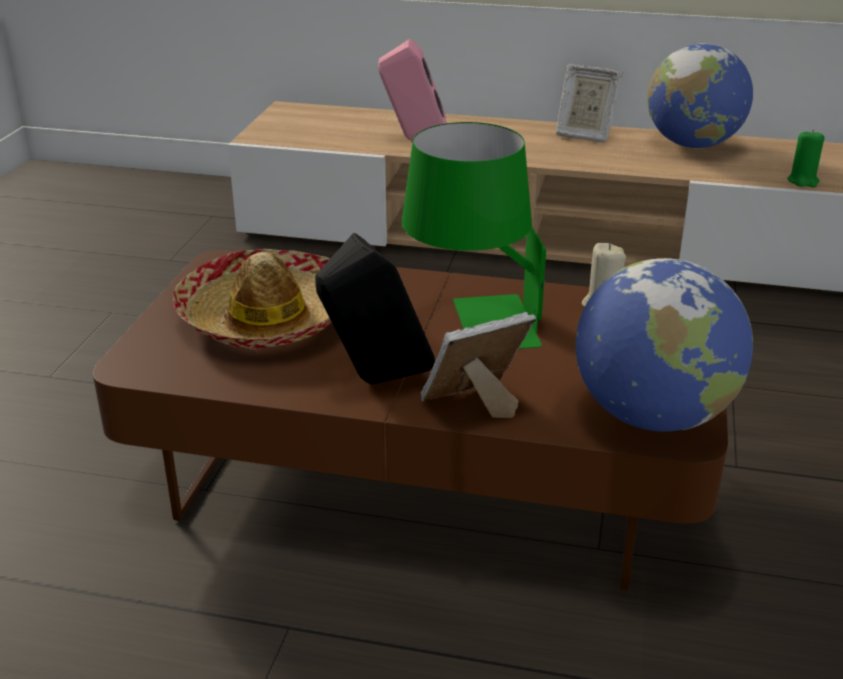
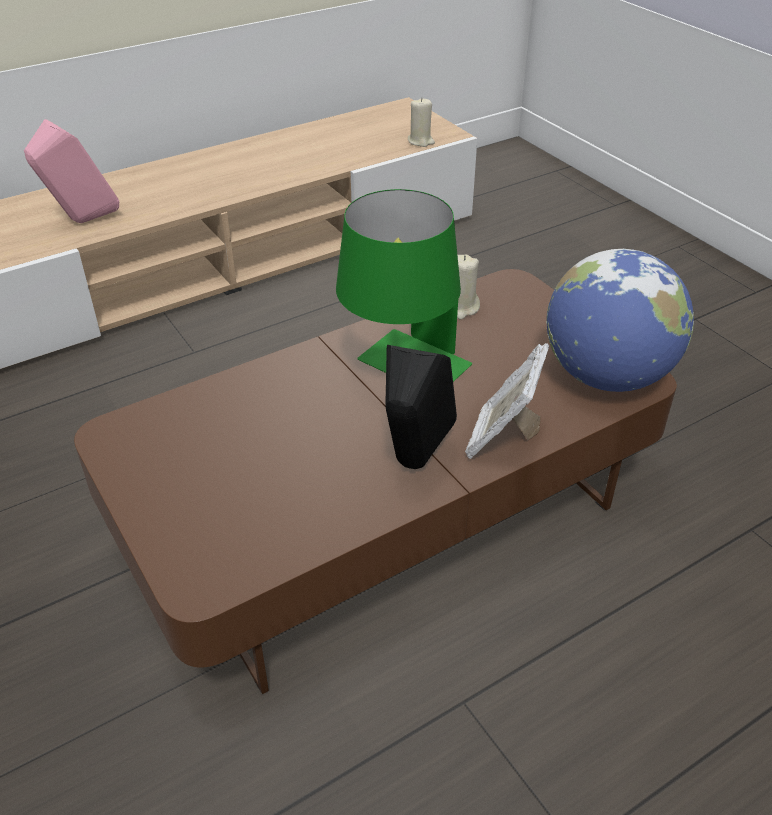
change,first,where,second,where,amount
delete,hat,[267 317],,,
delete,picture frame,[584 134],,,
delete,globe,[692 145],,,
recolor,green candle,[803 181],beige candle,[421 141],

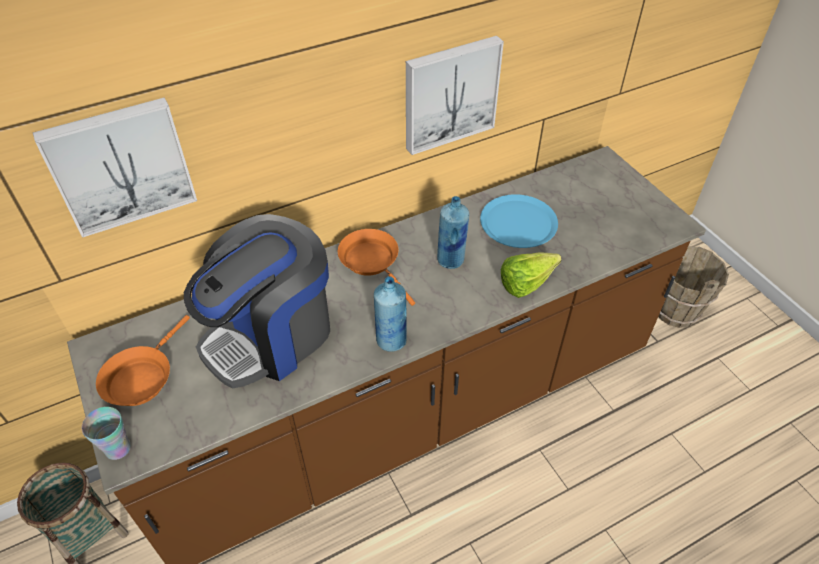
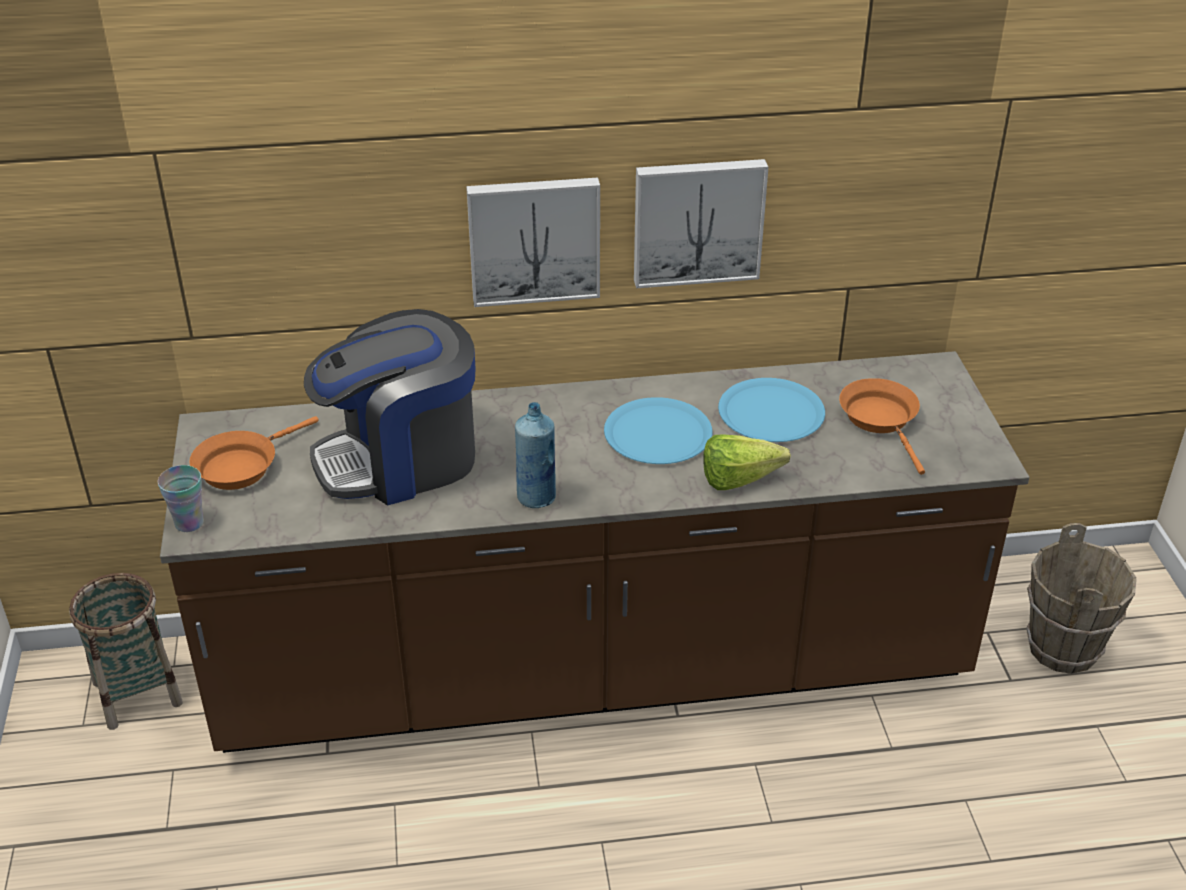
change,first,where,second,where,amount
move,picture,[120 165],,[534 239],
move,orange frying pan,[372 262],,[881 420],
replace,blue bottle,[451 260],blue plate,[658 433],

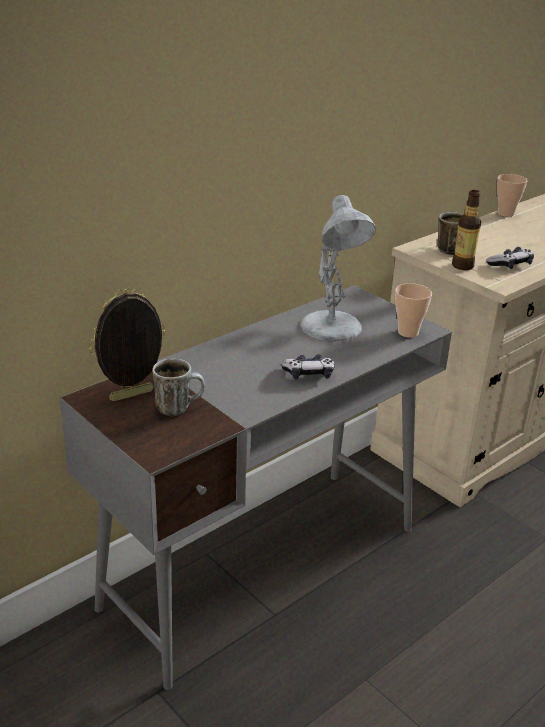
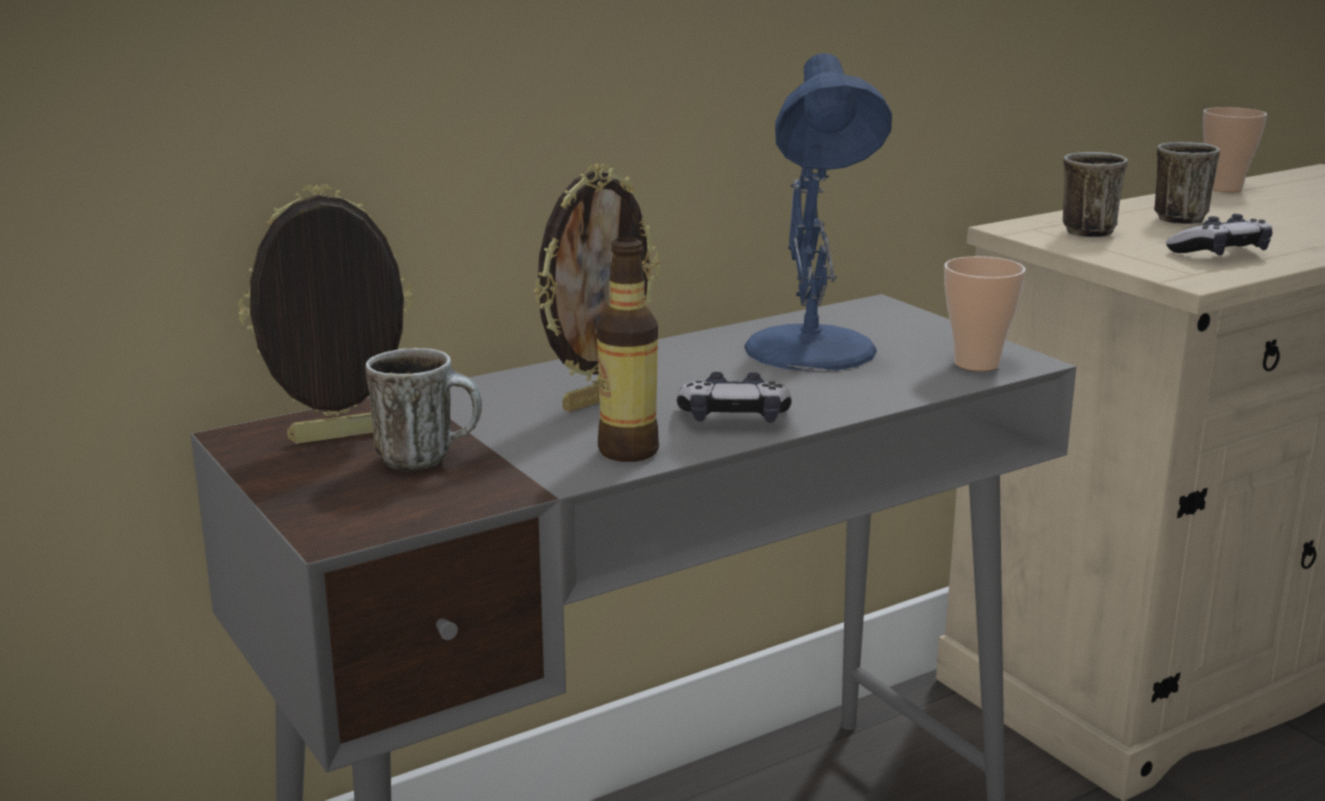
change,first,where,second,where,amount
recolor,white table lamp,[332 327],blue table lamp,[812 351],
move,bottle,[462 266],,[628 451],
insert,,,picture frame,[597 400],
insert,,,mug,[1178 217],

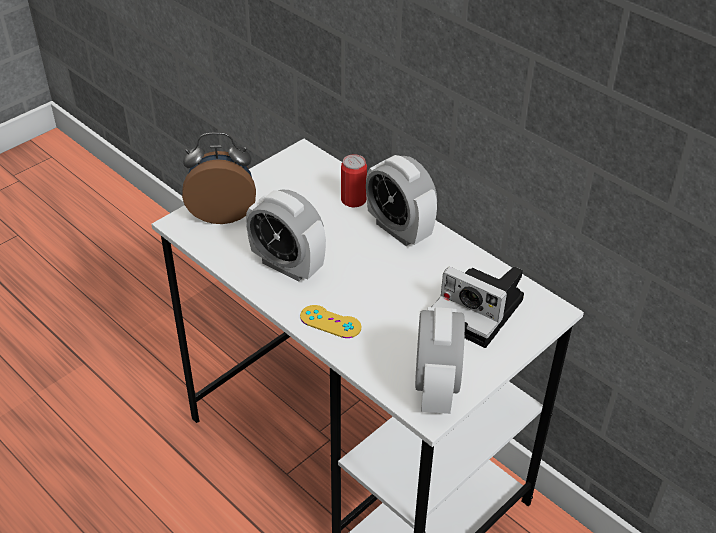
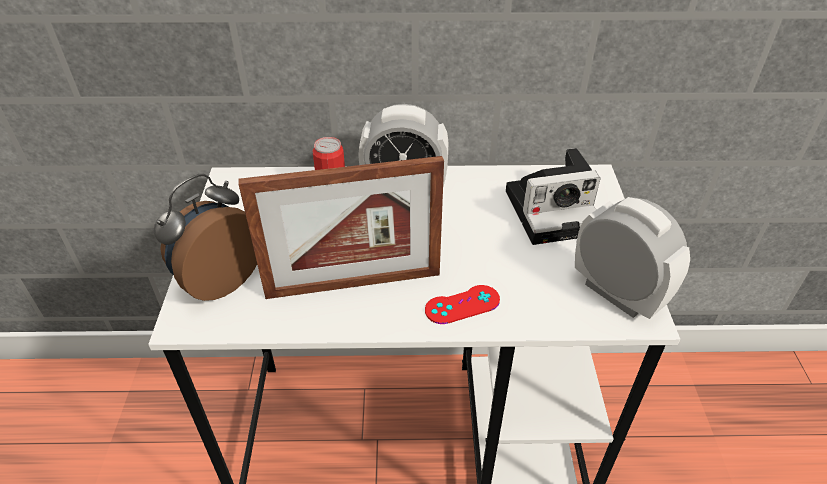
change,first,where,second,where,amount
replace,alarm clock,[287 265],picture frame,[353 284],
recolor,yellow game controller,[330 322],red game controller,[462 305],

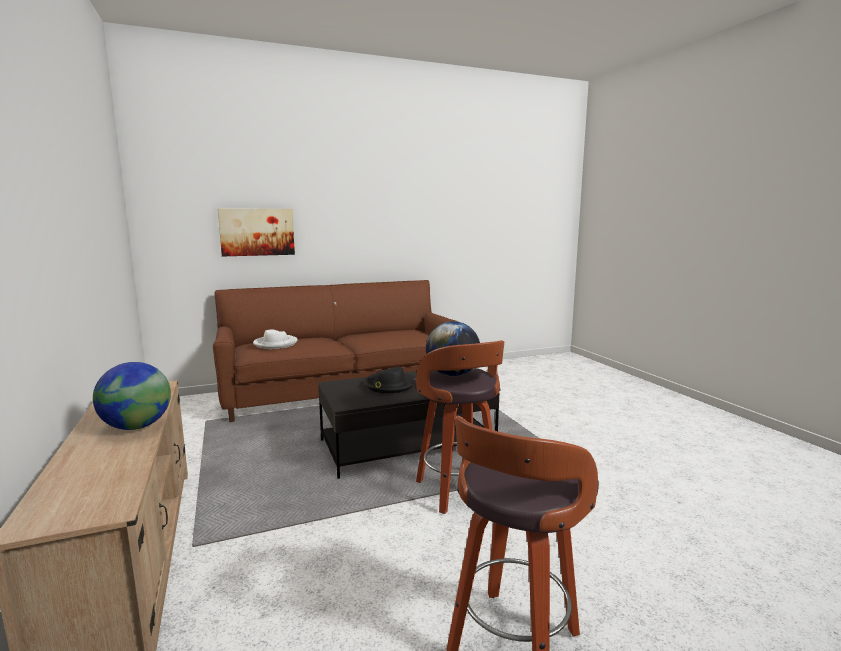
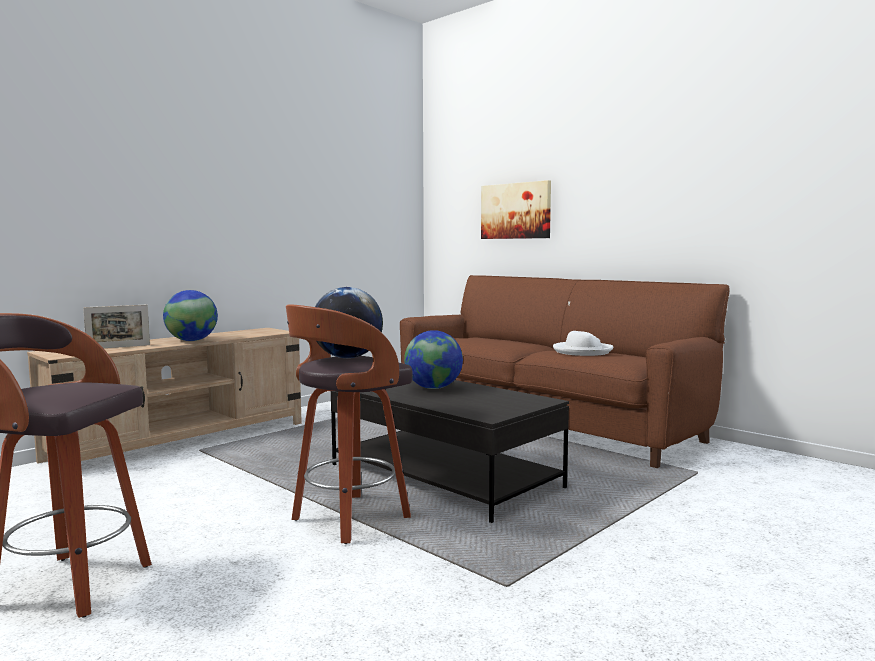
change,first,where,second,where,amount
move,white hat,[275 344],,[582 351],
replace,black hat,[389 385],globe,[433 388],
insert,,,picture frame,[118 347],

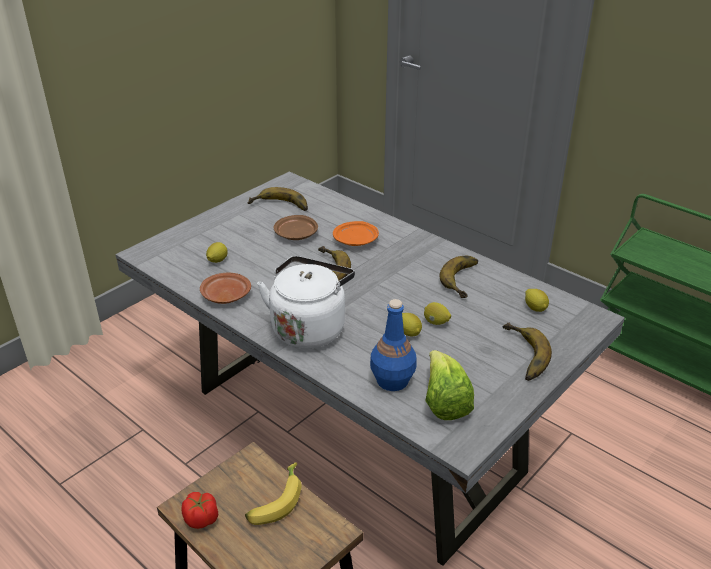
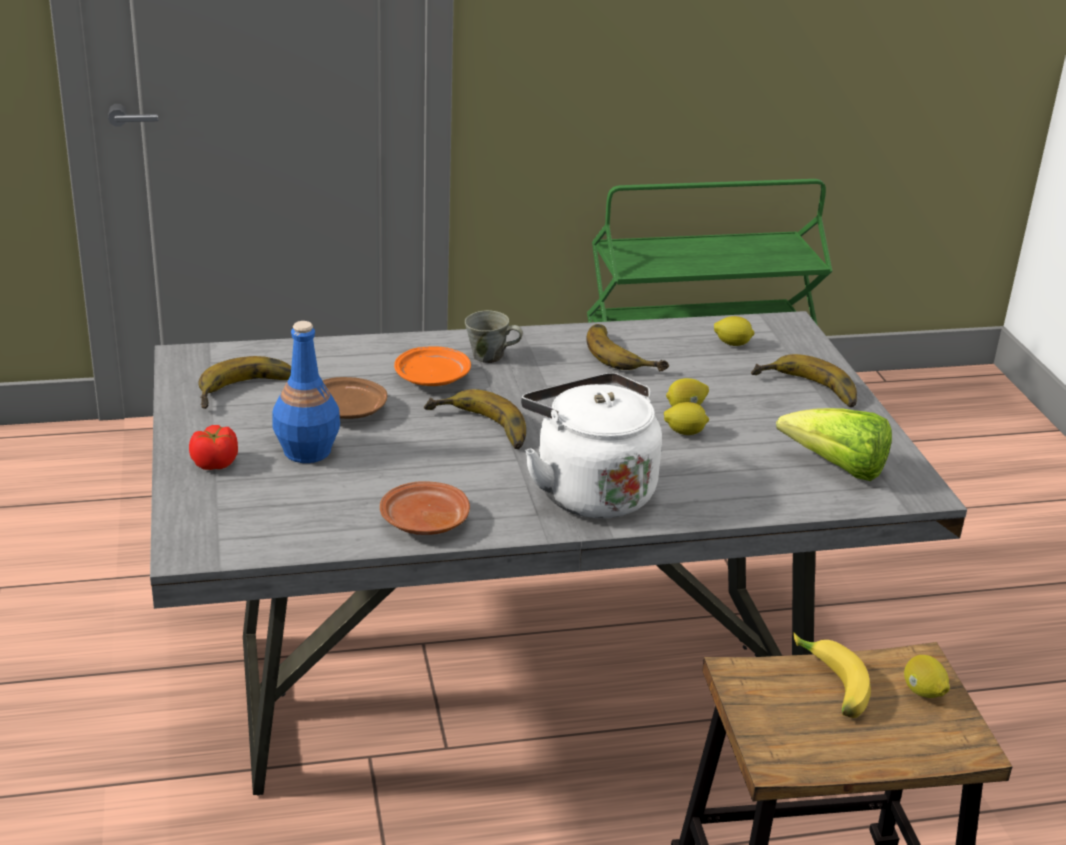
change,first,where,second,where,amount
move,tomato,[201 519],,[215 463],
move,lemon,[217 261],,[923 692],
move,blue bottle,[392 381],,[307 452],
insert,,,grey mug,[490 356],

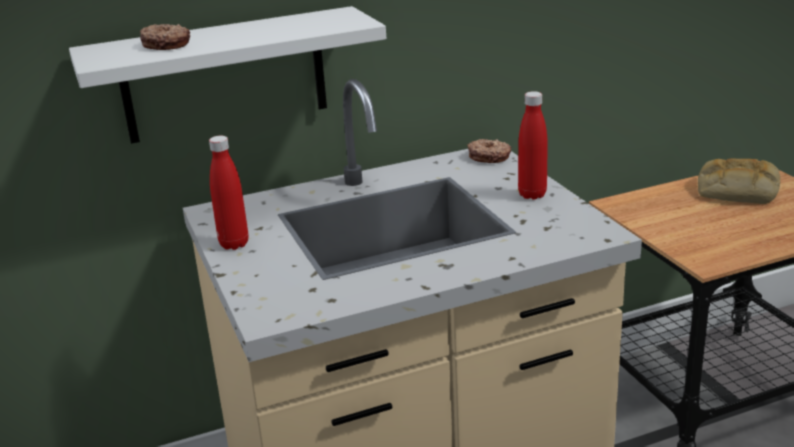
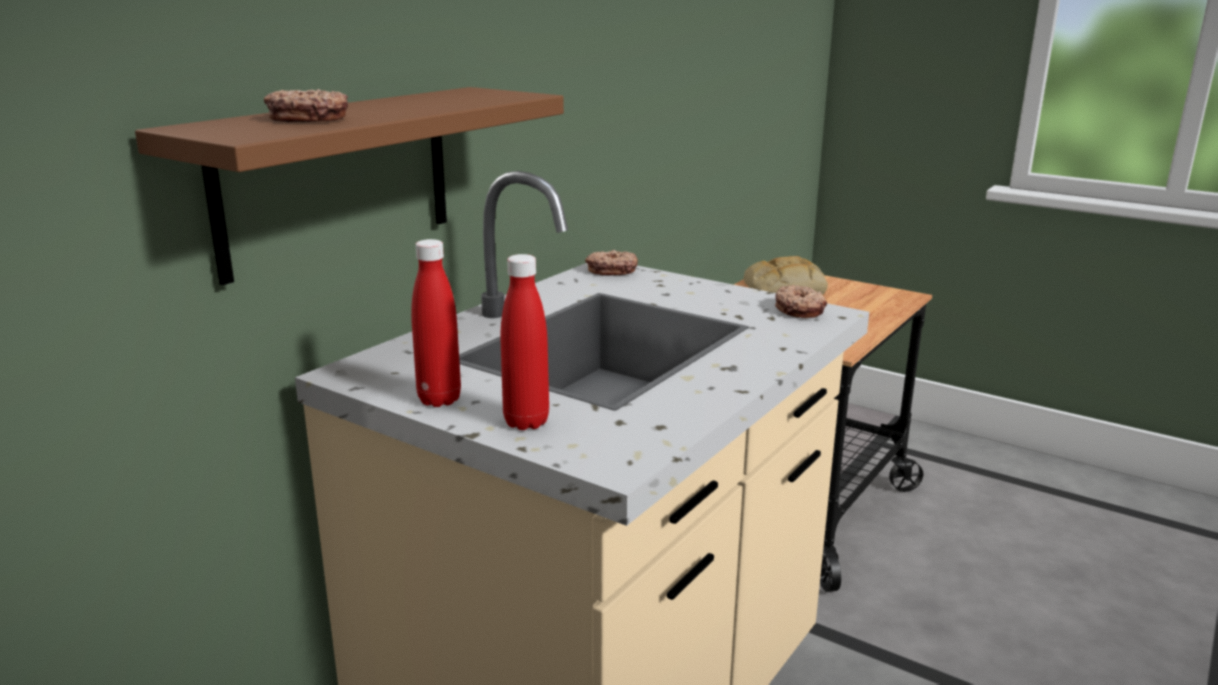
change,first,where,second,where,amount
recolor,white shelf,[224 76],brown shelf,[337 179],
move,red bottle,[532 194],,[526 422],
insert,,,donut,[800 310],

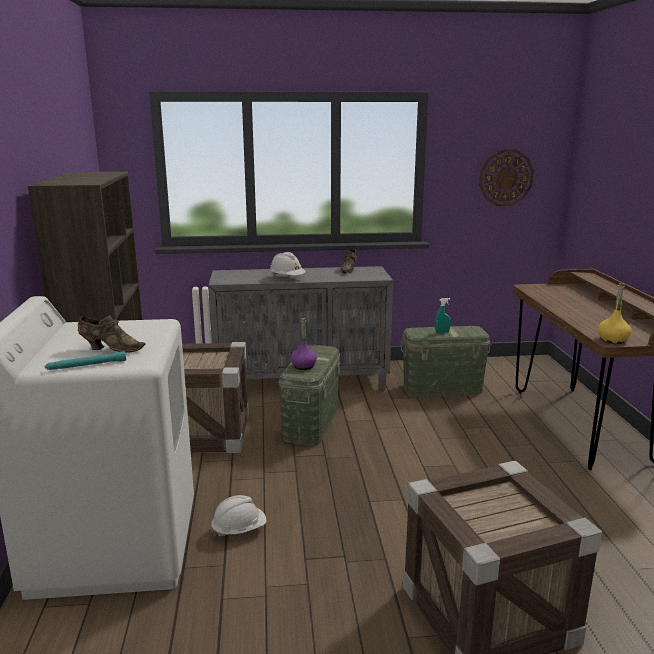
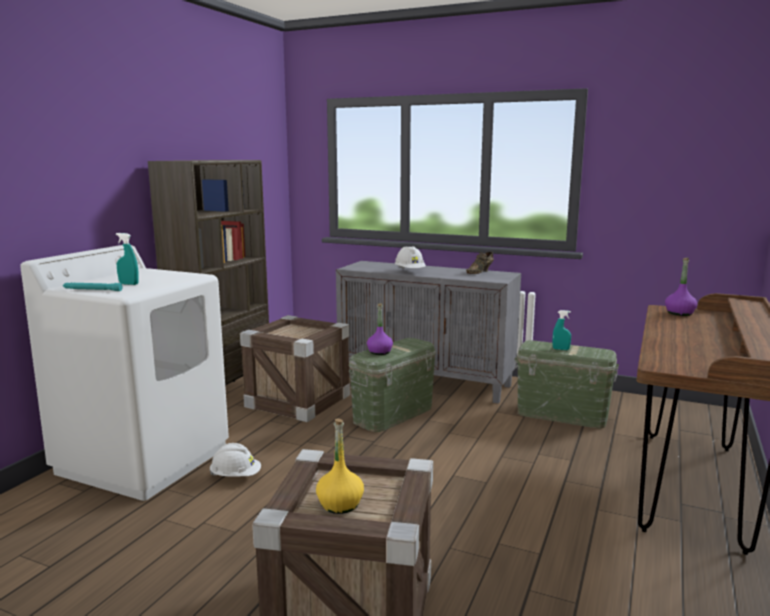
change,first,where,second,where,amount
replace,brown shoe,[110 349],turquoise spray bottle,[128 284],
delete,wall clock,[506 178],,,
move,yellow bottle,[612 340],,[340 504],
insert,,,purple bottle,[679 313],

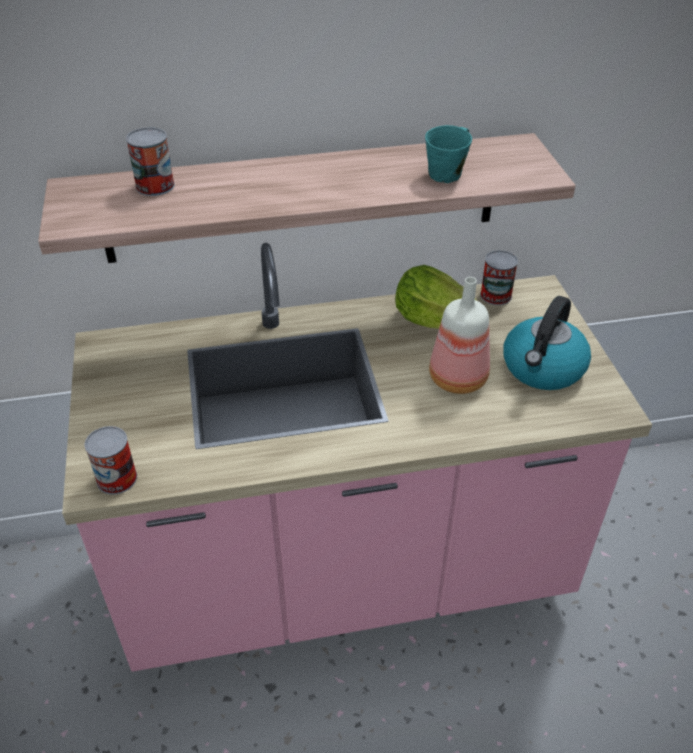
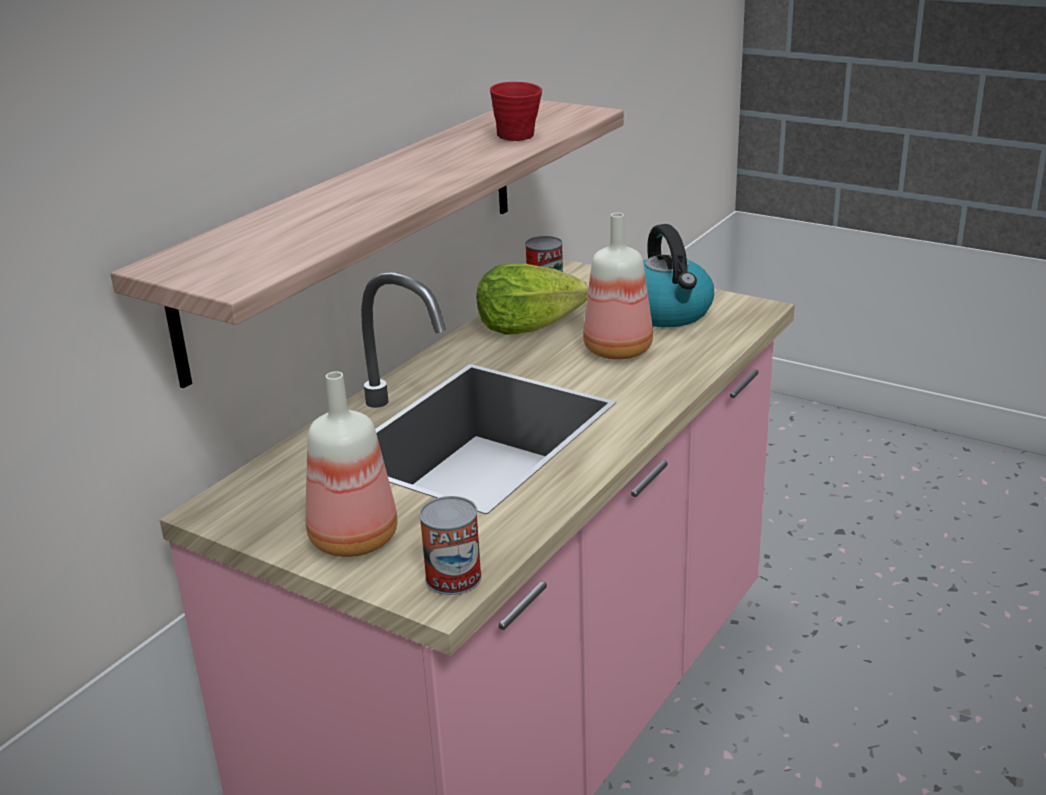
change,first,where,second,where,amount
delete,can,[155 186],,,
recolor,turquoise mug,[446 174],red mug,[516 135],
insert,,,bottle,[351 540],

